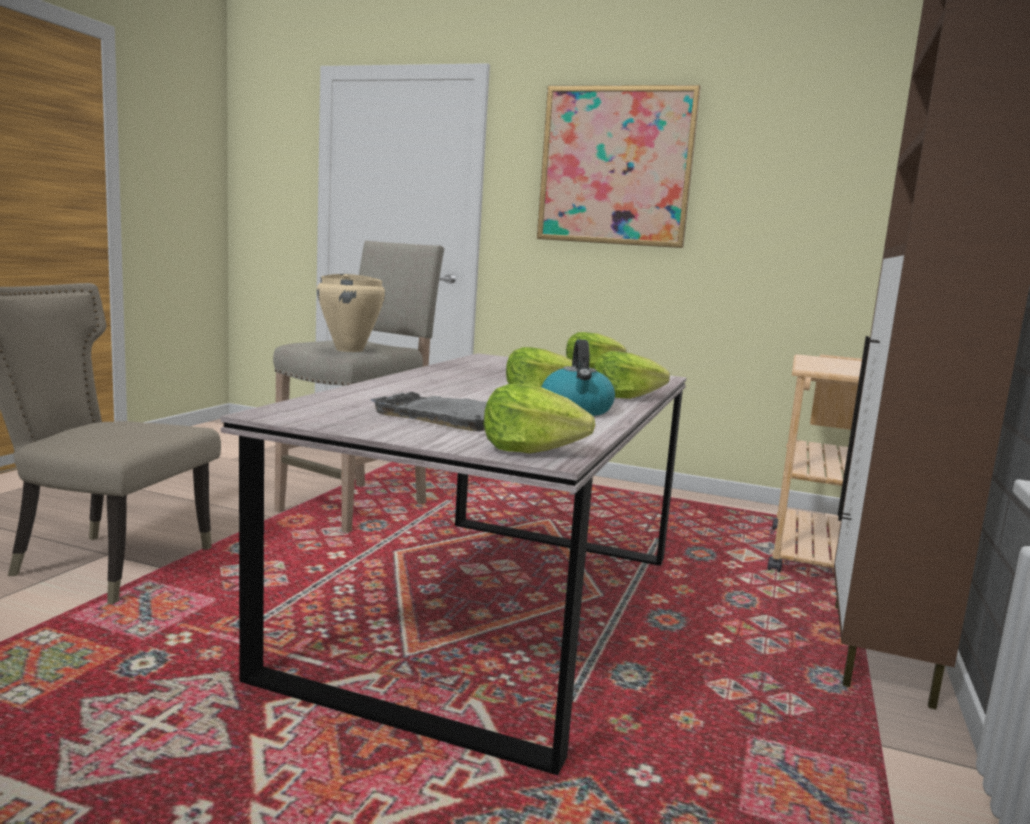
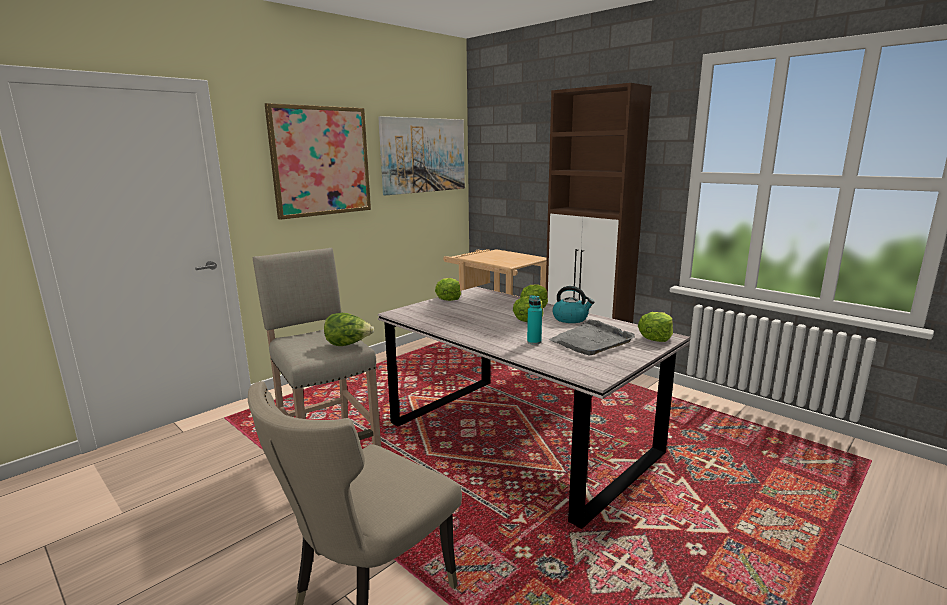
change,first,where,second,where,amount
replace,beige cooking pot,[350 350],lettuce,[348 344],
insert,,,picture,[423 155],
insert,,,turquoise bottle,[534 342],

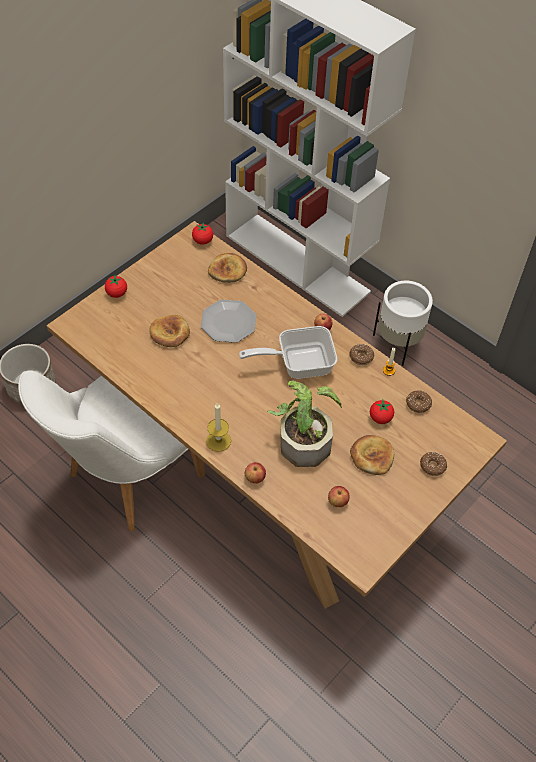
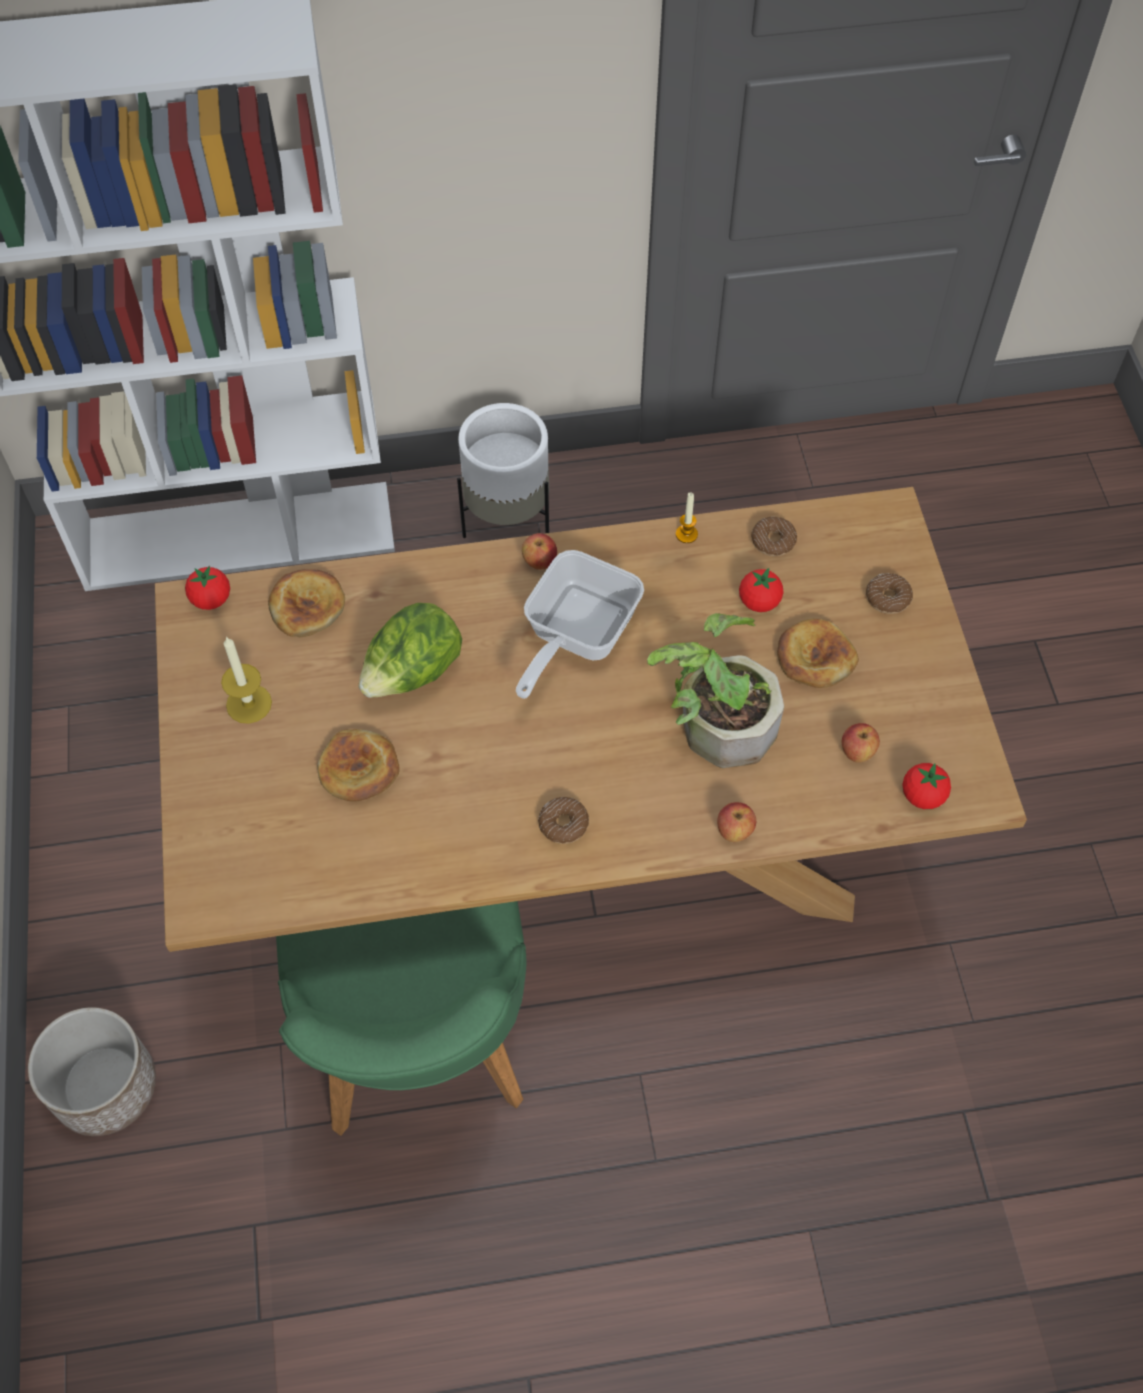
change,first,where,second,where,amount
recolor,white chair,[125 480],green chair,[420 1054],
move,tomato,[117 293],,[922 796],
replace,plate,[228 322],lettuce,[413 673],
move,candle,[218 441],,[249 703],
move,donut,[361 357],,[563 824],

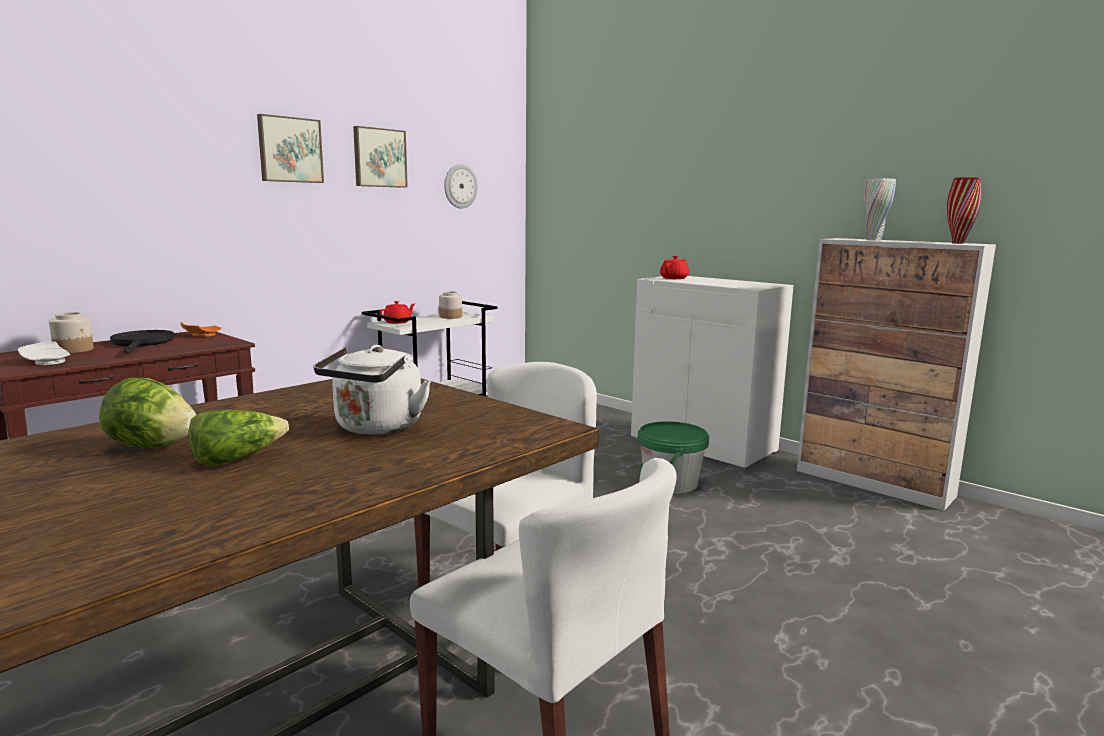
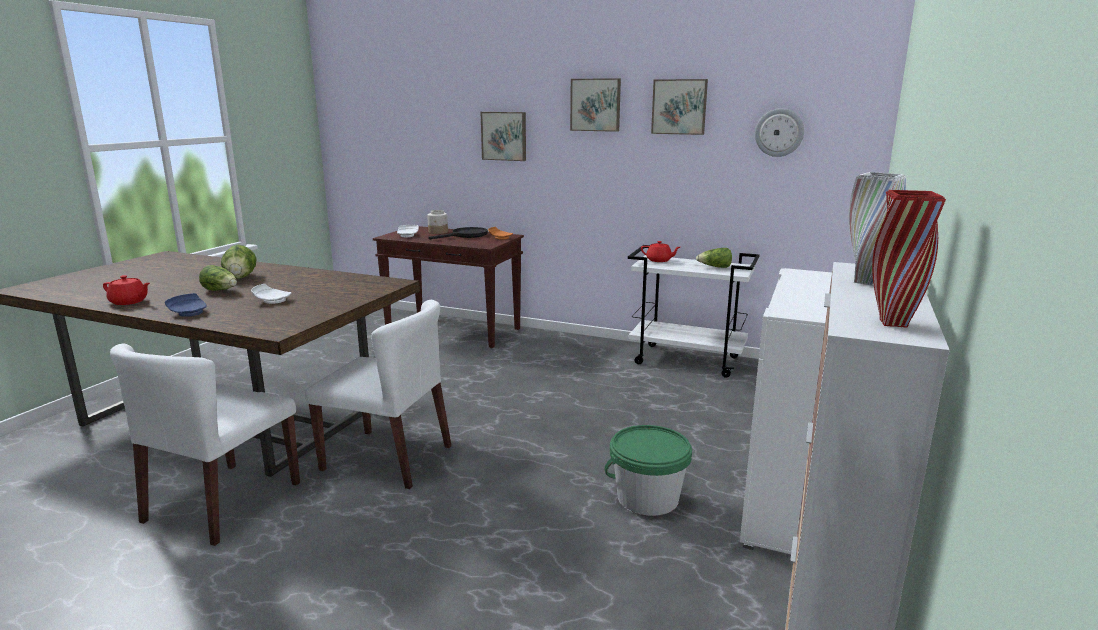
change,first,where,second,where,amount
replace,white kettle,[376 428],white plate,[272 300],
replace,jar,[451 317],lettuce,[715 267],
move,red teapot,[674 278],,[129 302],
insert,,,blue plate,[189 312],
insert,,,picture,[504 136],

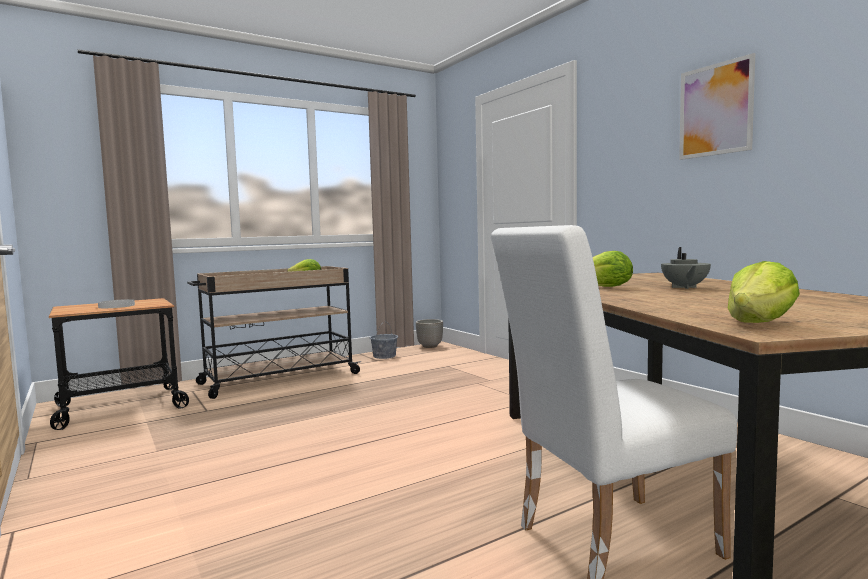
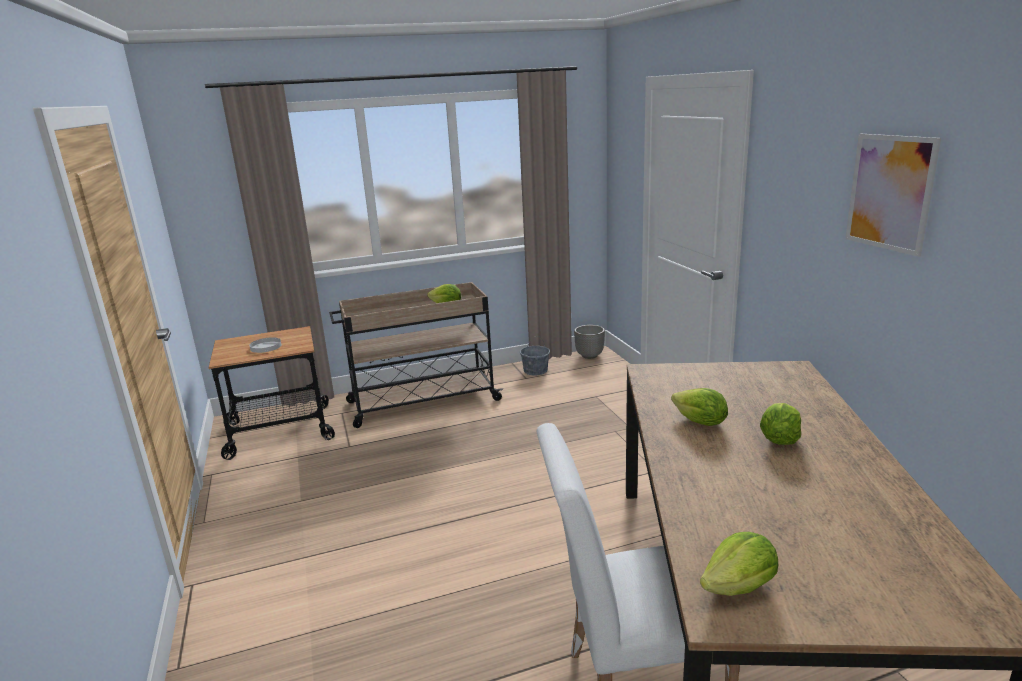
change,first,where,second,where,amount
replace,grey teapot,[684 287],lettuce,[779 439],

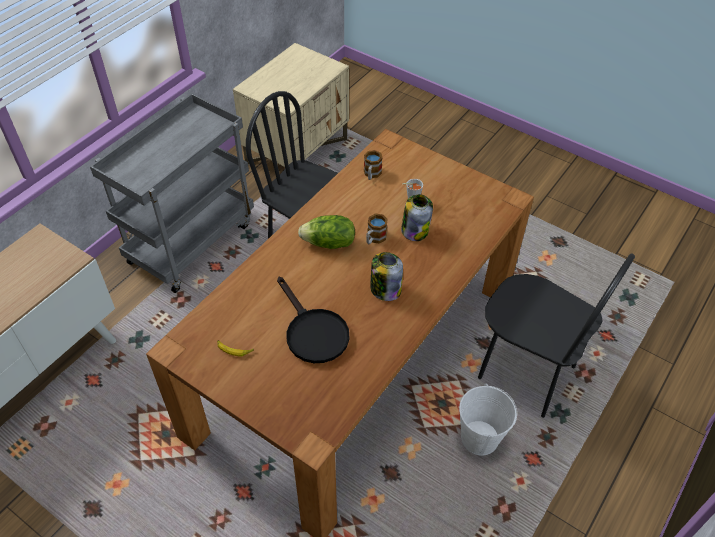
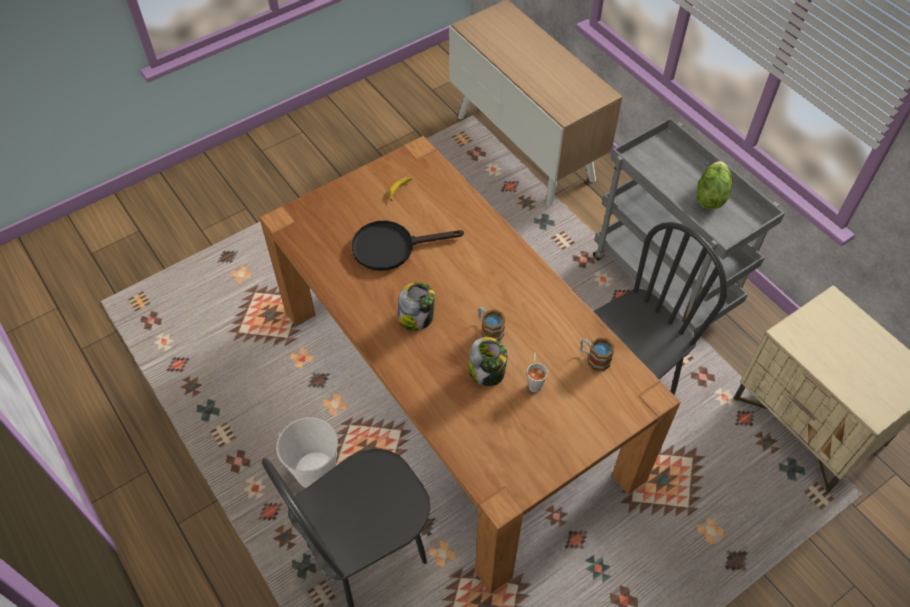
change,first,where,second,where,amount
move,lettuce,[329 243],,[710 196],

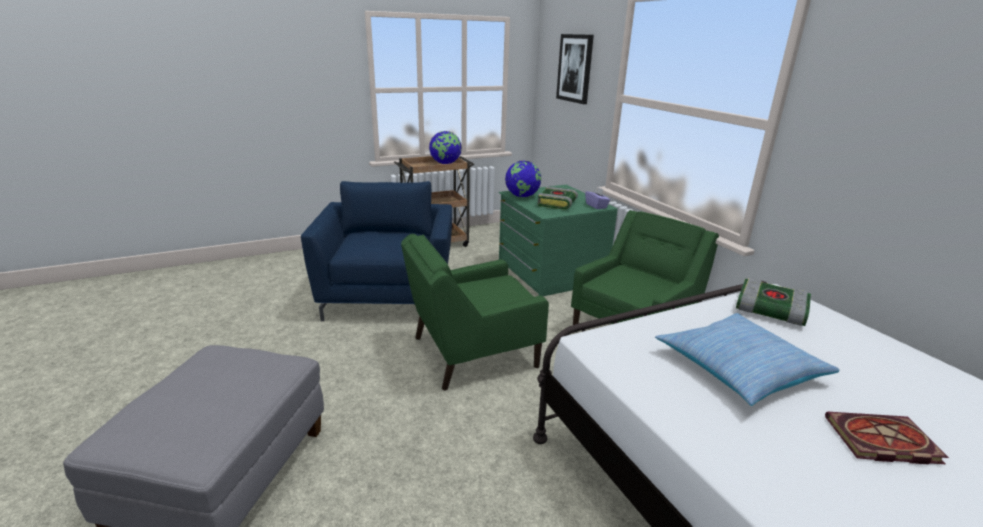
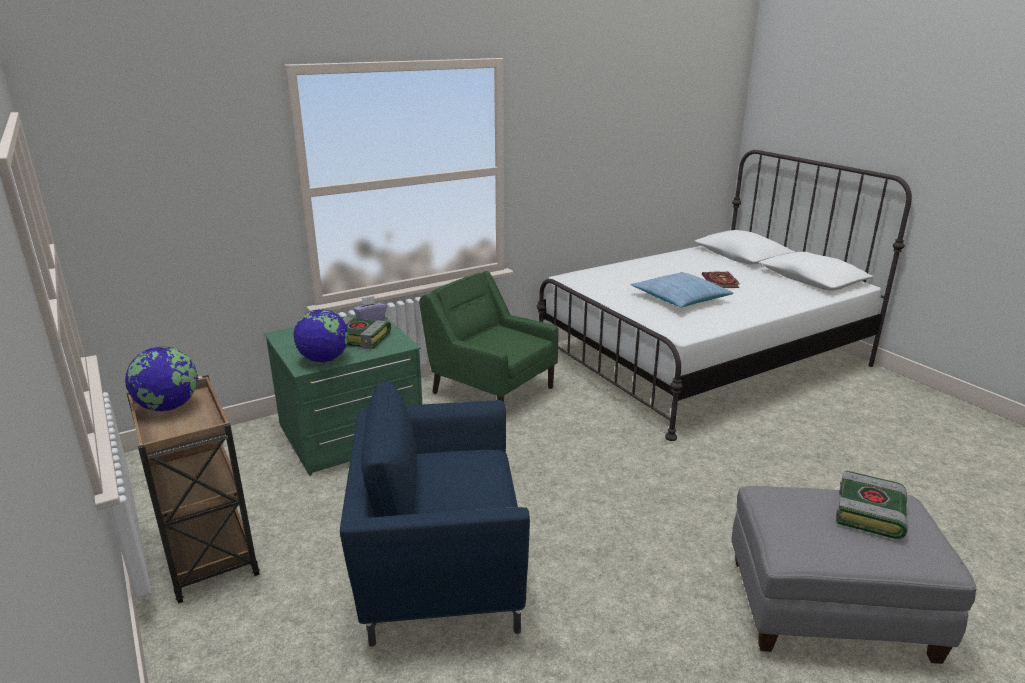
change,first,where,second,where,amount
delete,green armchair,[472 353],,,
delete,picture,[575 68],,,
move,book,[769 310],,[871 514],

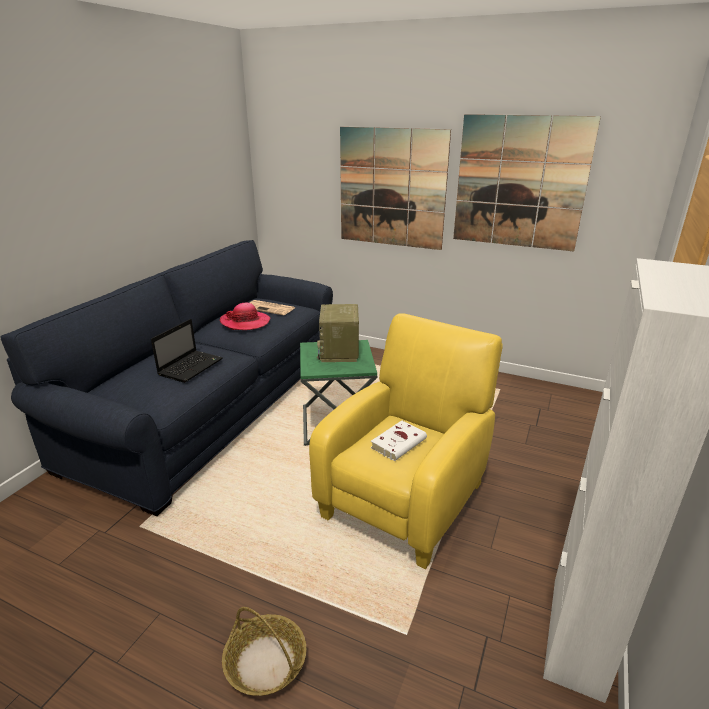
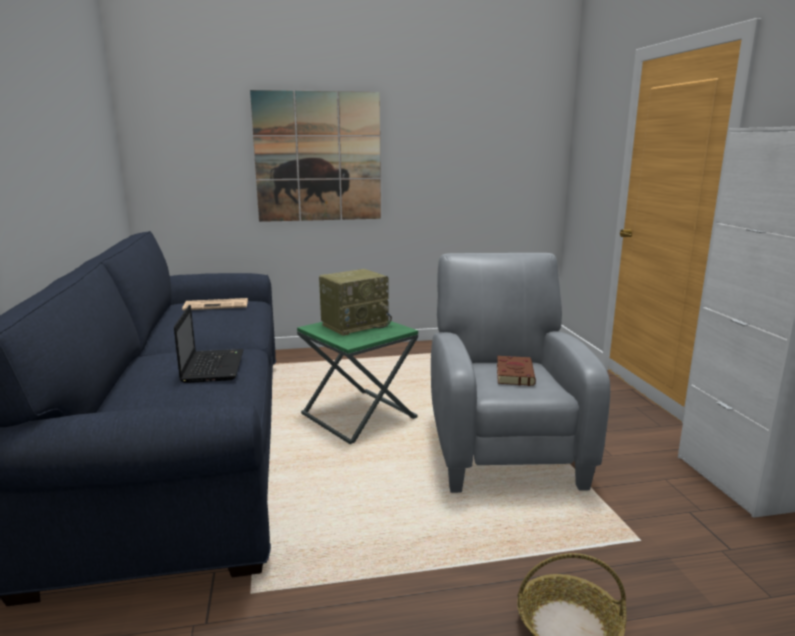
change,first,where,second,where,amount
delete,hat,[245 322],,,
recolor,yellow armchair,[407 496],grey armchair,[502 447],
rotate,radio,[340 352],,[355 325],90 degrees counterclockwise
recolor,white book,[399 442],brown book,[514 373],
delete,picture,[520 183],,,

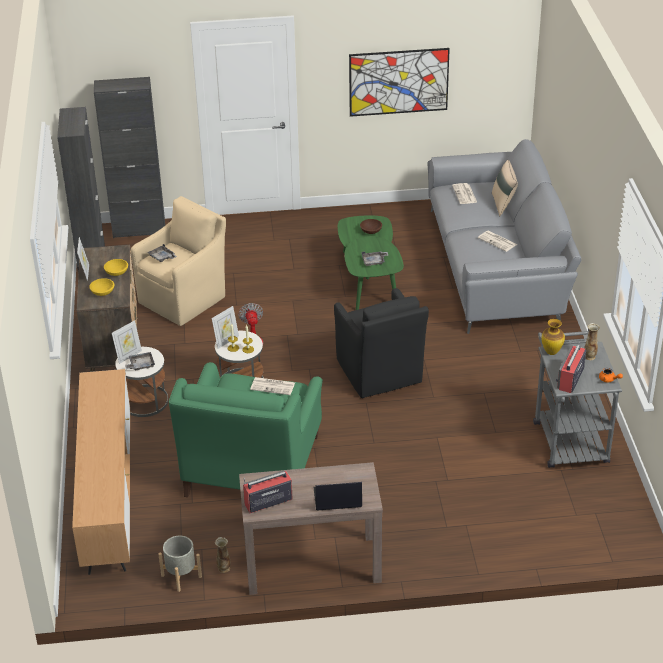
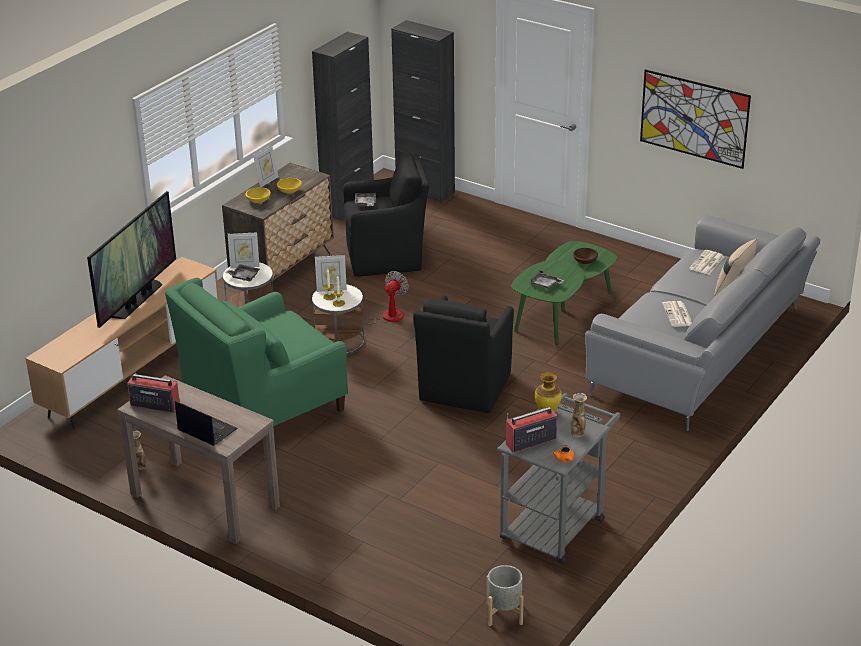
change,first,where,second,where,amount
recolor,beige armchair,[184 298],black armchair,[387 257],
move,grey planter,[181 576],,[504 613],
delete,newspaper,[273 386],,,
insert,,,television,[137 300],

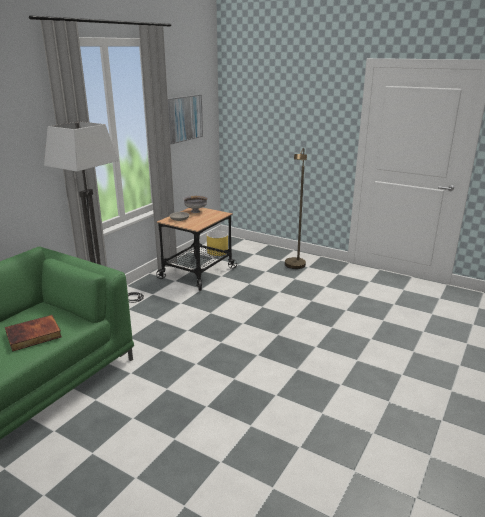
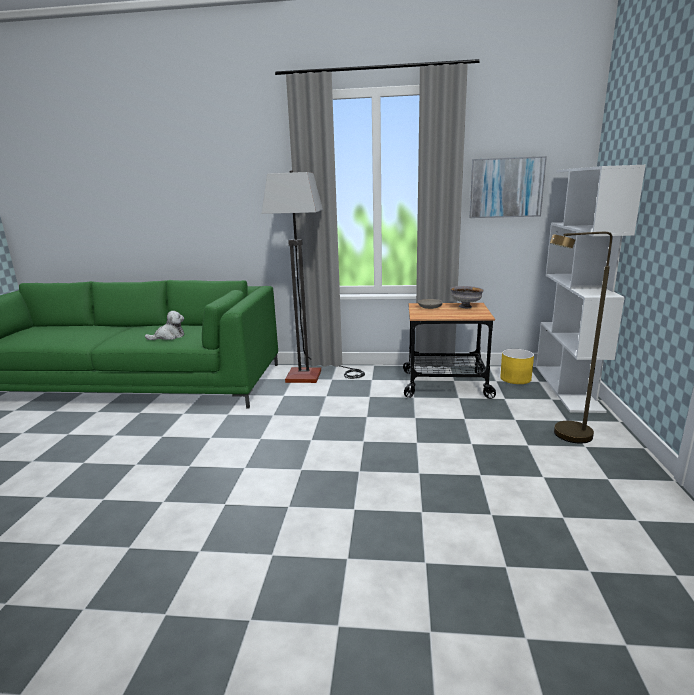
change,first,where,second,where,amount
replace,book,[33 336],plush toy,[169 337],
insert,,,white bookcase,[568 387],

